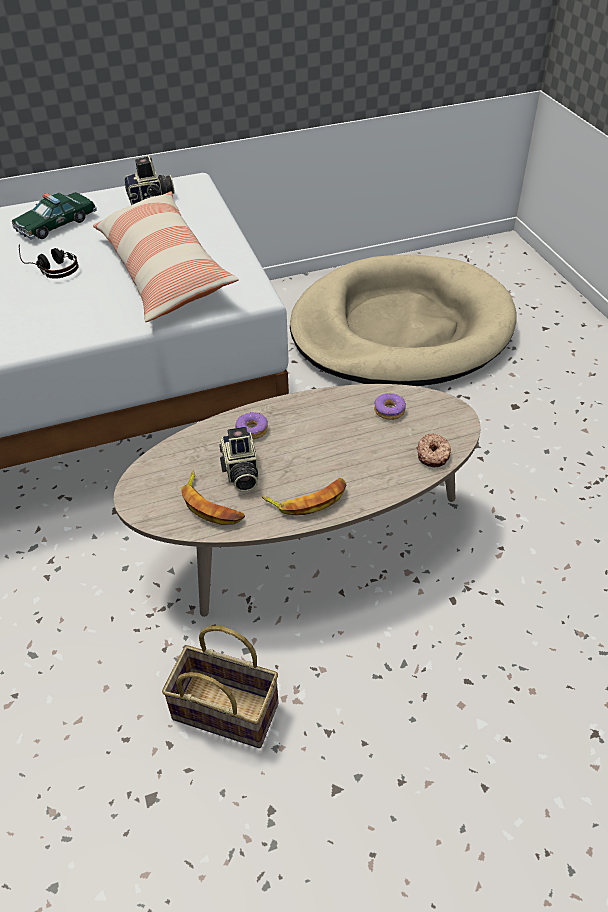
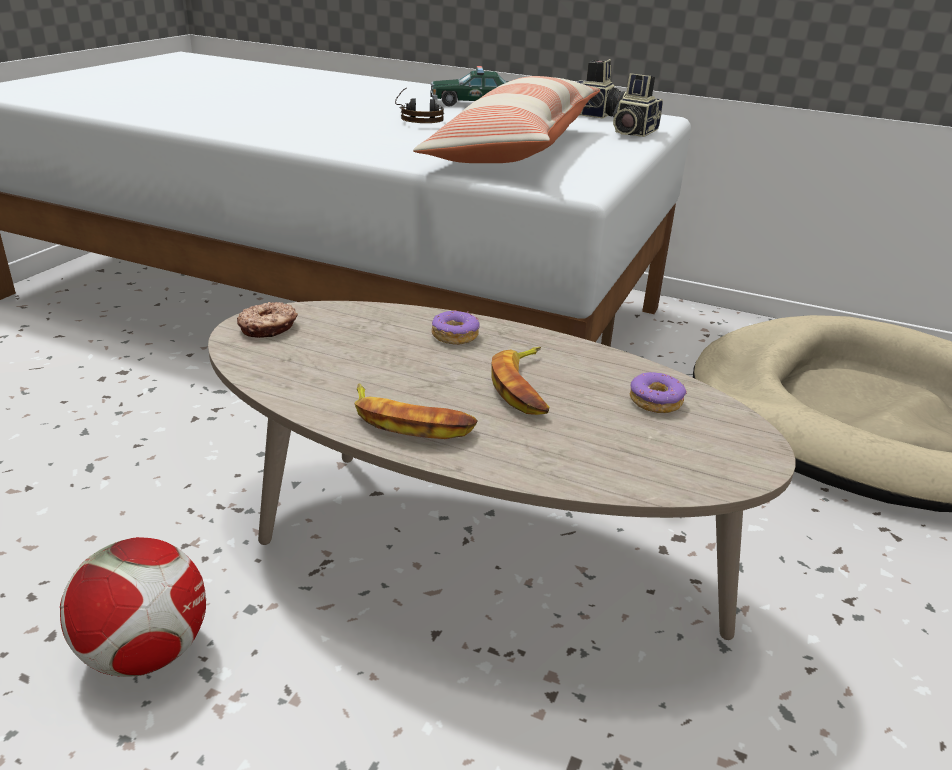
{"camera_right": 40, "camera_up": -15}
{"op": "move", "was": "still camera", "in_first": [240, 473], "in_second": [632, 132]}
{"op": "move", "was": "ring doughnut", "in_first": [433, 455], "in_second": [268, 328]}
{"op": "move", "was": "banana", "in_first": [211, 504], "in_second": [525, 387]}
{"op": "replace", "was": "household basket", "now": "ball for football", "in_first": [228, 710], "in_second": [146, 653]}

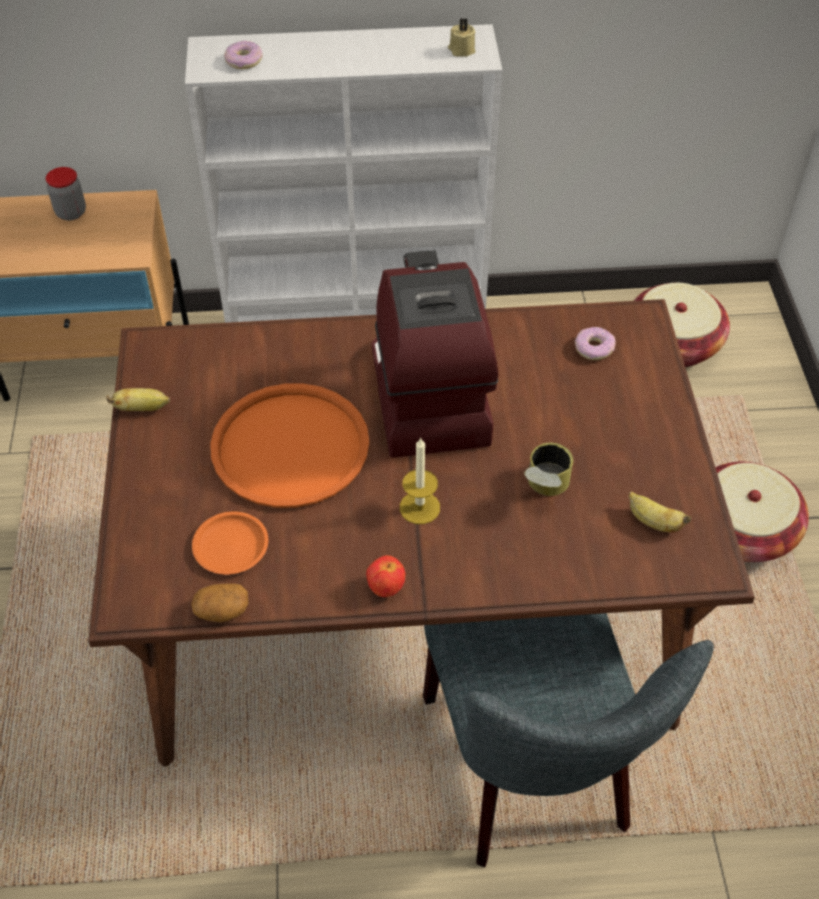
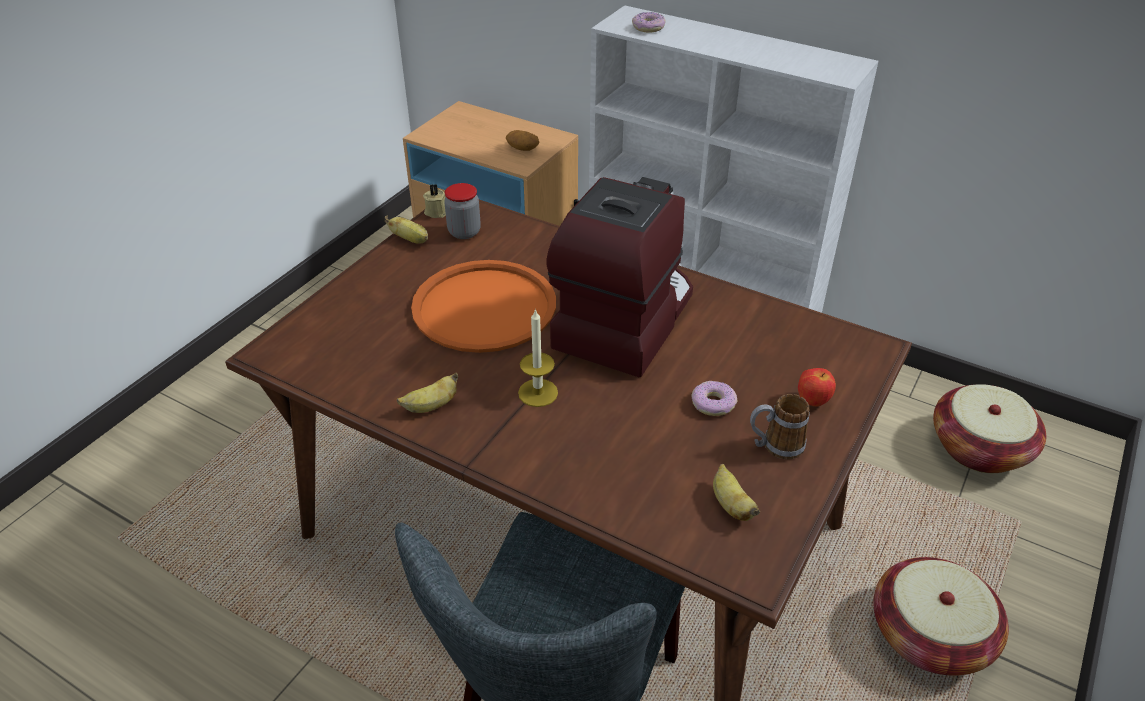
{"camera_right": 35, "camera_up": -10}
{"op": "move", "was": "wax light (sand-coloured)", "in_first": [461, 50], "in_second": [436, 212]}
{"op": "move", "was": "jar", "in_first": [71, 212], "in_second": [464, 232]}
{"op": "move", "was": "ring doughnut", "in_first": [593, 348], "in_second": [713, 403]}
{"op": "delete", "was": "sealed can", "in_first": [544, 489]}
{"op": "delete", "was": "dinner plate (orange)", "in_first": [230, 547]}
{"op": "move", "was": "apple fruit", "in_first": [386, 588], "in_second": [813, 401]}
{"op": "move", "was": "potato", "in_first": [221, 611], "in_second": [522, 148]}
{"op": "insert", "now": "banana", "in_second": [431, 406]}
{"op": "insert", "now": "tea mug", "in_second": [775, 446]}

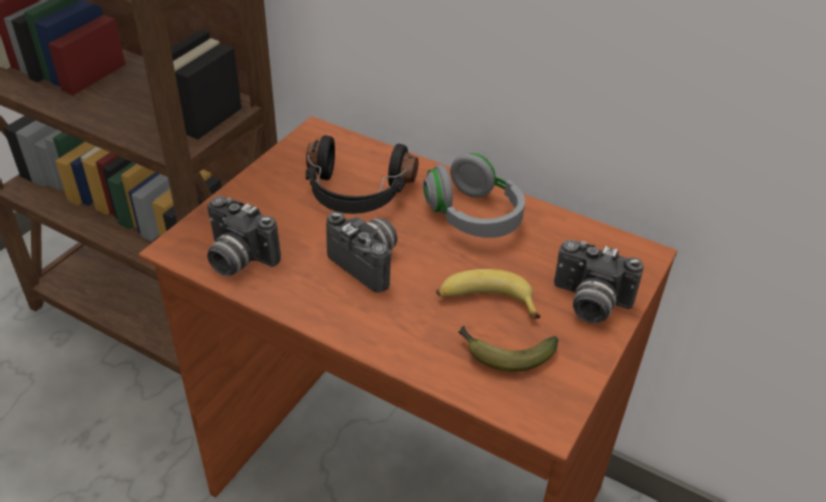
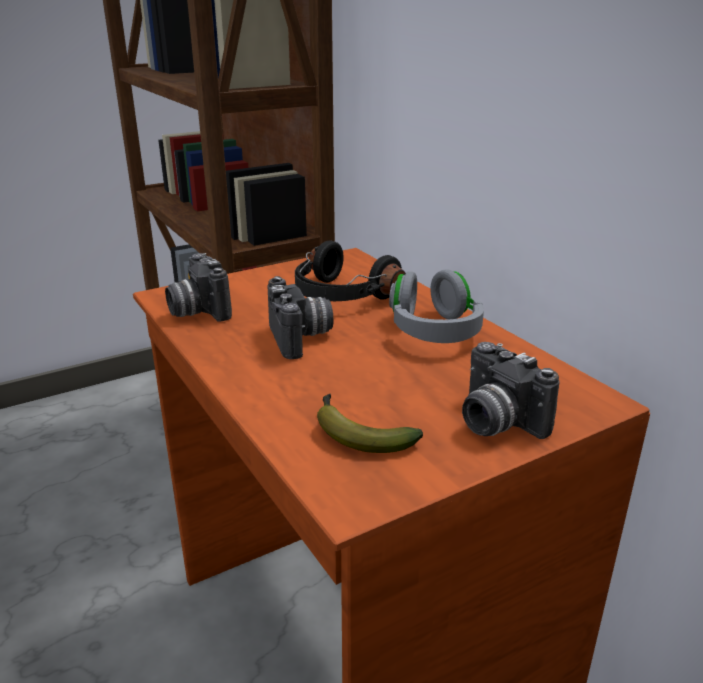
{"camera_right": 30, "camera_up": -15}
{"op": "delete", "was": "banana", "in_first": [485, 301]}

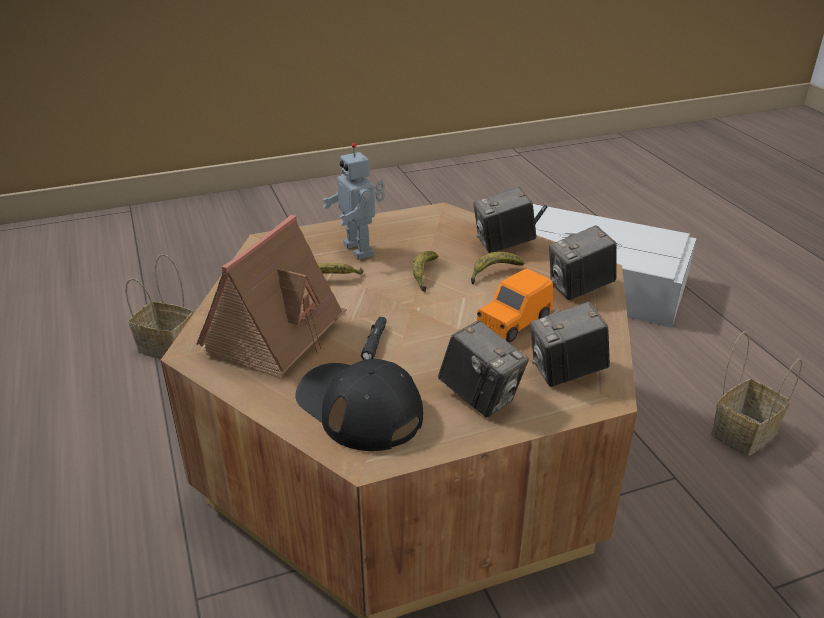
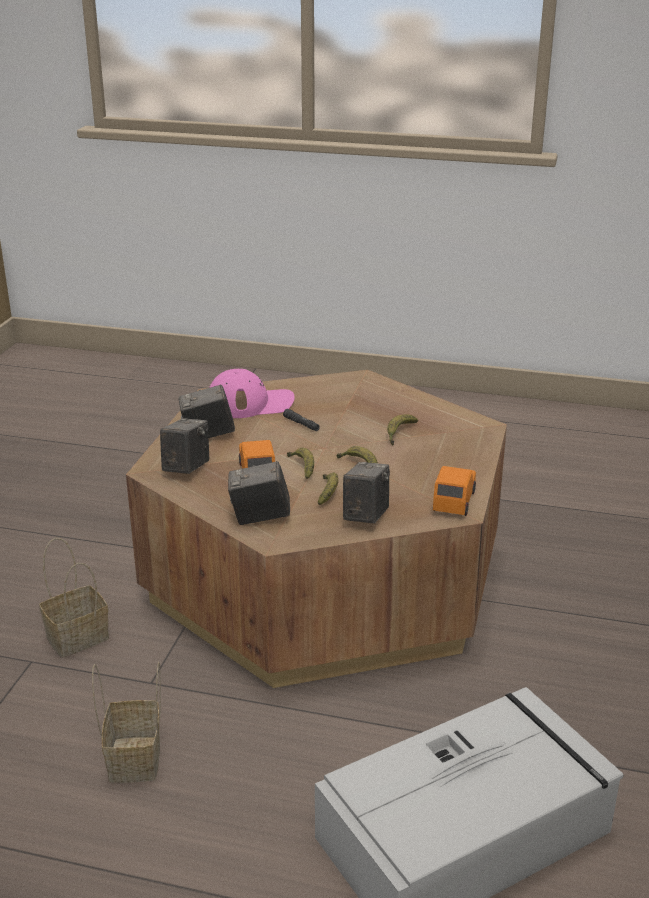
{"camera_right": 125, "camera_up": -5}
{"op": "delete", "was": "toy robot", "in_first": [360, 250]}
{"op": "delete", "was": "model house", "in_first": [277, 334]}
{"op": "rotate", "was": "still camera", "in_first": [579, 289], "in_second": [260, 517], "clockwise": -105}
{"op": "move", "was": "household basket", "in_first": [165, 347], "in_second": [79, 636]}
{"op": "recolor", "was": "cap (black)", "now": "cap (pink-coloured)", "in_first": [359, 407], "in_second": [250, 403]}
{"op": "insert", "now": "banana", "in_second": [303, 467]}
{"op": "insert", "now": "miniature car (orange)", "in_second": [454, 501]}

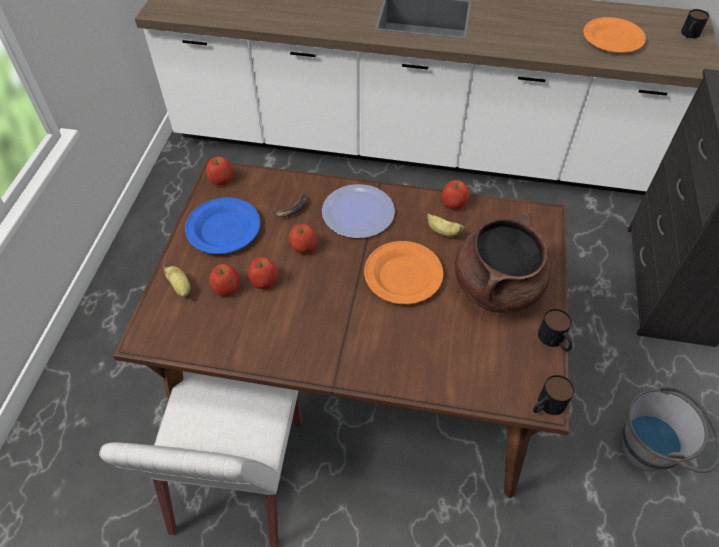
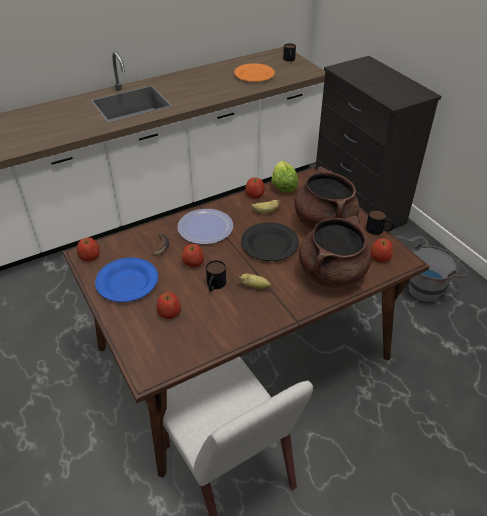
{"camera_right": -40, "camera_up": -10}
{"op": "recolor", "was": "dinner plate (orange)", "now": "dinner plate (black)", "in_first": [402, 275], "in_second": [269, 245]}
{"op": "move", "was": "apple fruit", "in_first": [264, 280], "in_second": [380, 257]}
{"op": "move", "was": "banana", "in_first": [180, 287], "in_second": [254, 286]}
{"op": "move", "was": "tea mug", "in_first": [546, 405], "in_second": [214, 285]}
{"op": "insert", "now": "lettuce head", "in_second": [283, 185]}
{"op": "insert", "now": "cooking pot (brown-coloured)", "in_second": [332, 273]}

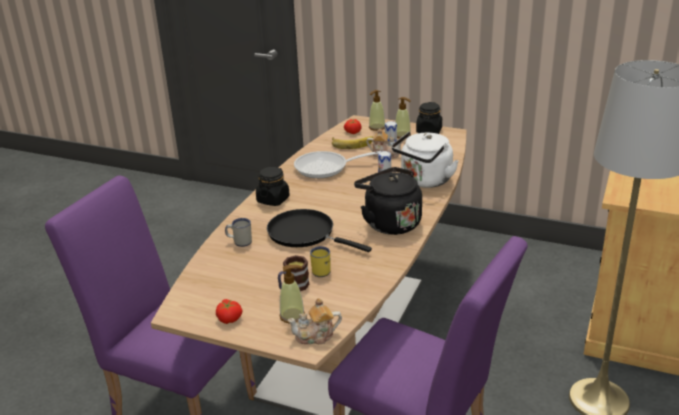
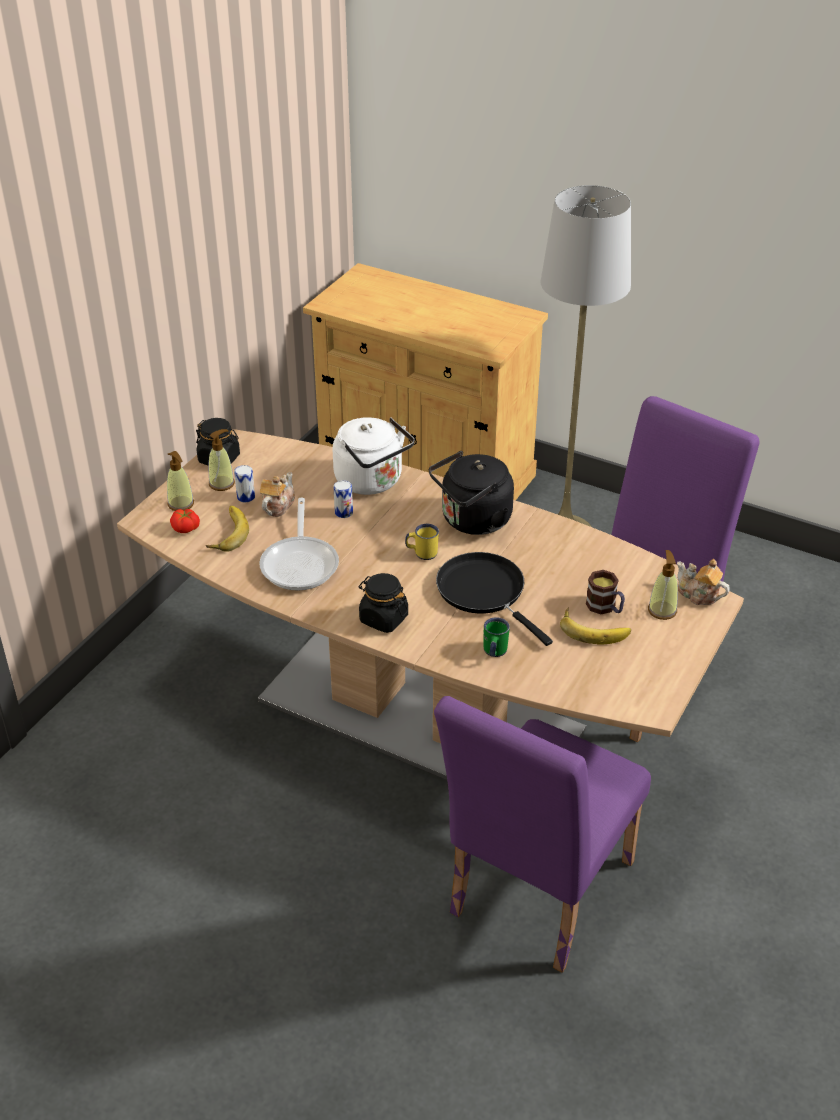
{"camera_right": -85, "camera_up": 10}
{"op": "rotate", "was": "skillet (black)", "in_first": [305, 234], "in_second": [485, 592], "clockwise": 105}
{"op": "recolor", "was": "tea mug (whitish)", "now": "tea mug (greenish)", "in_first": [239, 242], "in_second": [494, 652]}
{"op": "move", "was": "tea mug (yellow)", "in_first": [321, 270], "in_second": [422, 553]}
{"op": "rotate", "was": "tea pot", "in_first": [315, 336], "in_second": [698, 595], "clockwise": 135}
{"op": "delete", "was": "whole tomato", "in_first": [230, 318]}
{"op": "insert", "now": "banana", "in_second": [594, 629]}

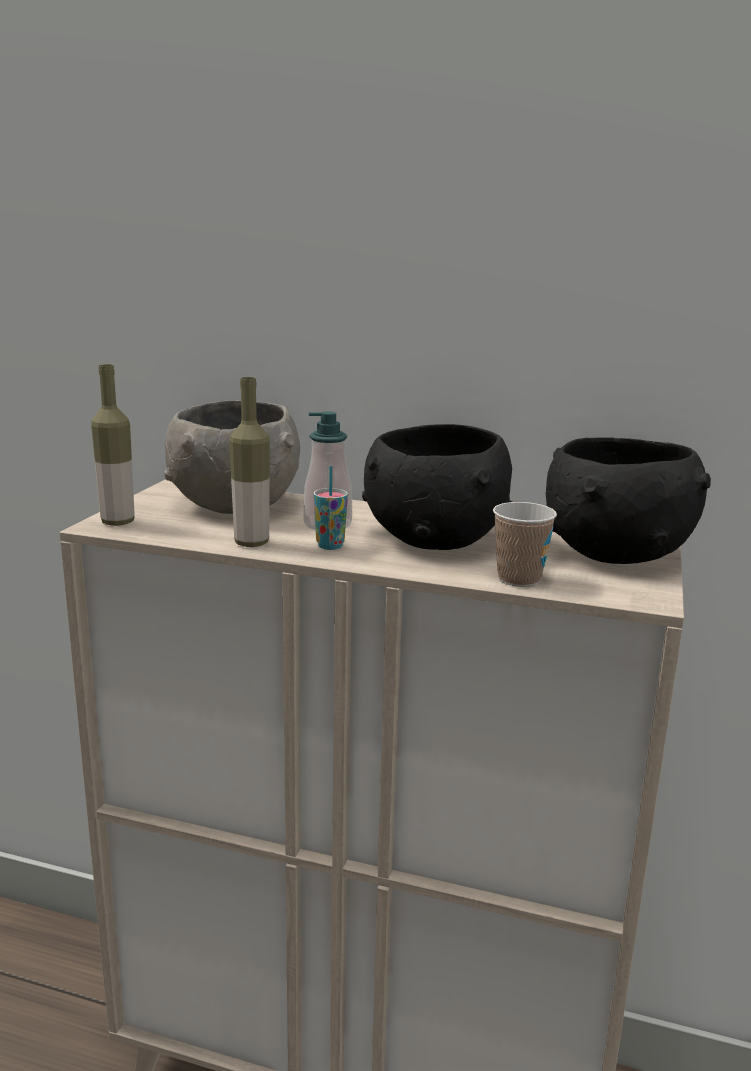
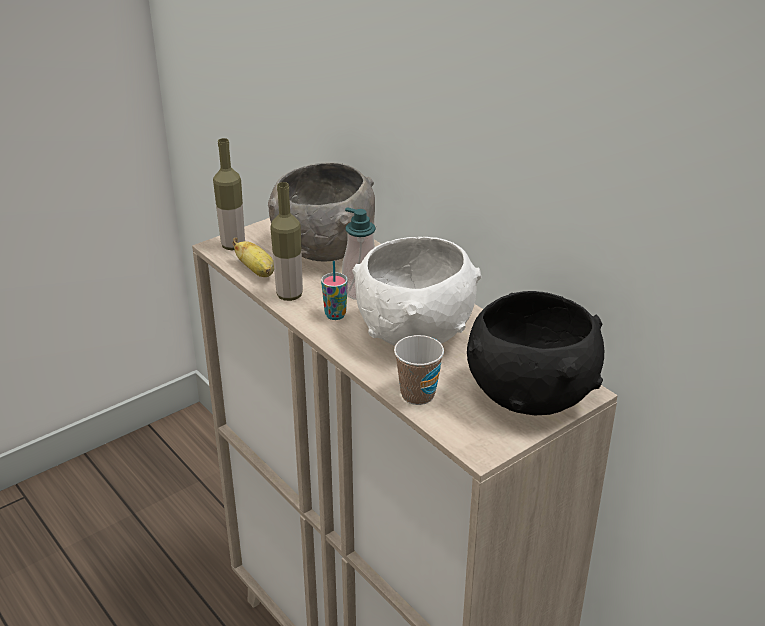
{"camera_right": 35, "camera_up": 15}
{"op": "recolor", "was": "serving bowl (black)", "now": "serving bowl (whitish)", "in_first": [434, 540], "in_second": [414, 332]}
{"op": "insert", "now": "banana", "in_second": [257, 271]}

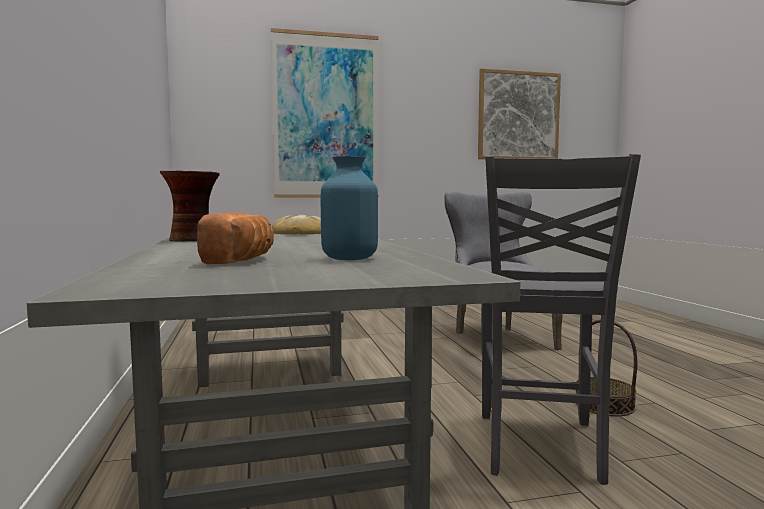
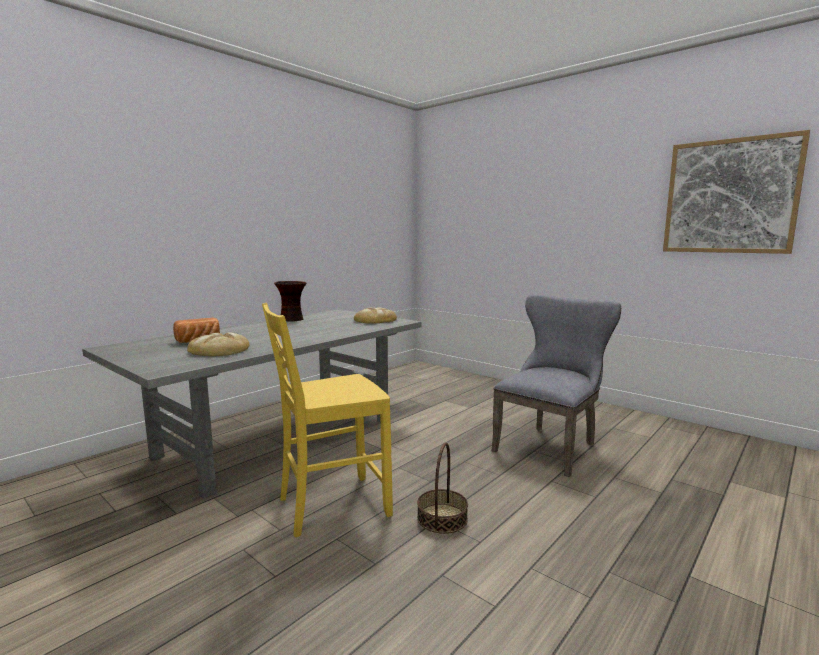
{"camera_right": 55, "camera_up": 5}
{"op": "delete", "was": "wall picture", "in_first": [326, 116]}
{"op": "recolor", "was": "plain chair (gray)", "now": "plain chair (yellow)", "in_first": [539, 447], "in_second": [331, 506]}
{"op": "replace", "was": "flower vase (bluish)", "now": "bakery bread", "in_first": [350, 259], "in_second": [219, 350]}

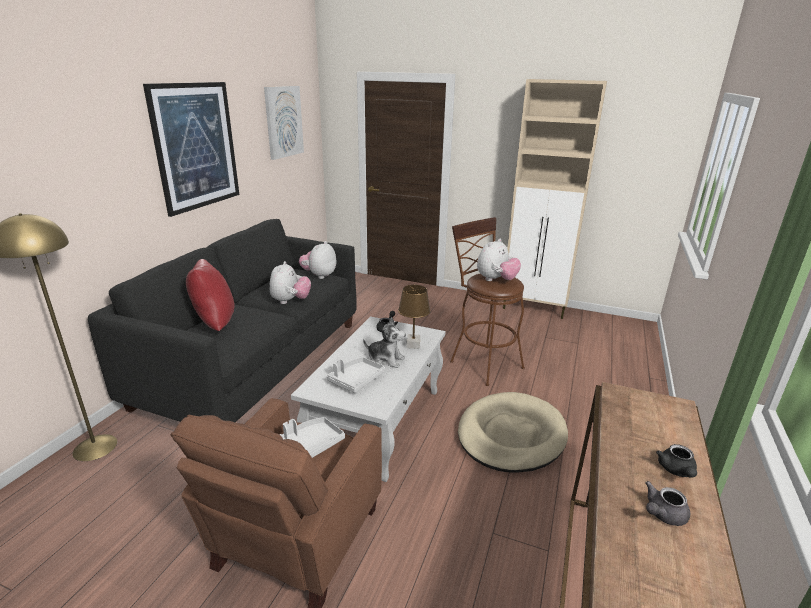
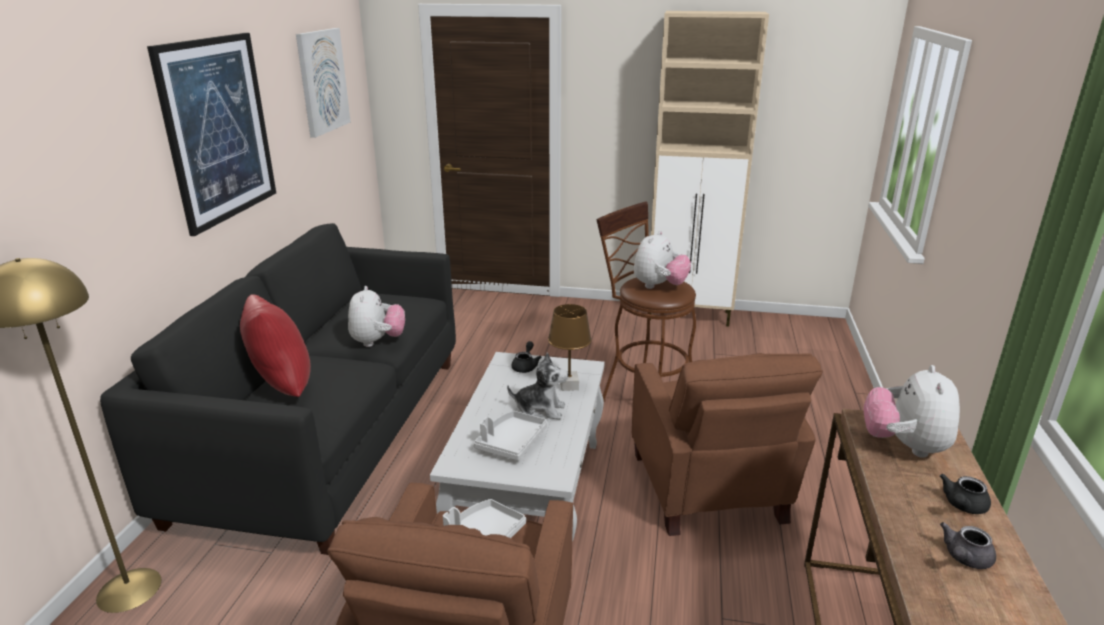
{"camera_right": -10, "camera_up": 0}
{"op": "move", "was": "soft toy", "in_first": [319, 275], "in_second": [904, 446]}
{"op": "replace", "was": "pet bed (sand-coloured)", "now": "armchair (brown-coloured)", "in_first": [511, 435], "in_second": [708, 490]}
{"op": "rotate", "was": "tea pot (black)", "in_first": [676, 471], "in_second": [962, 506], "clockwise": 45}

